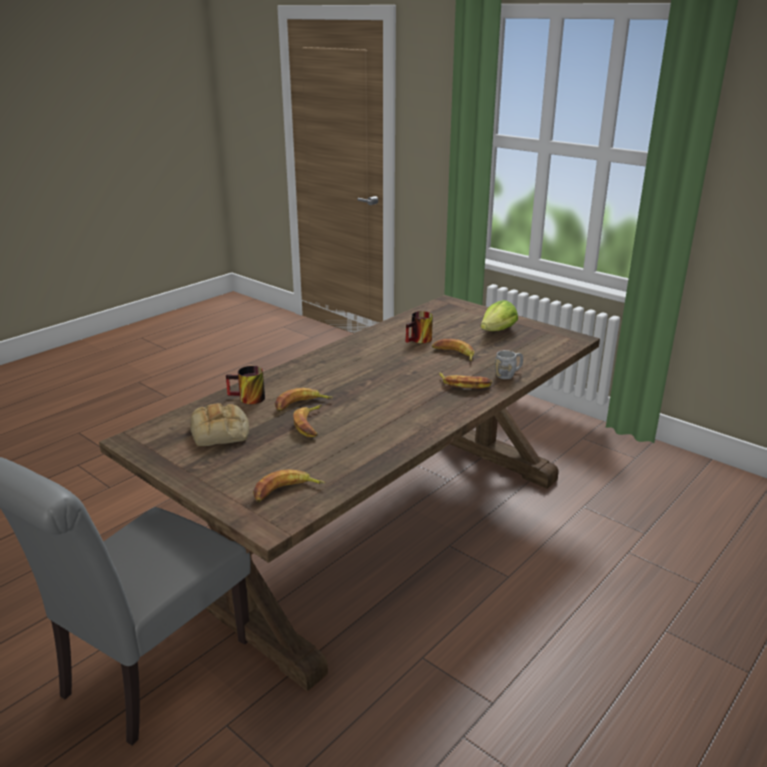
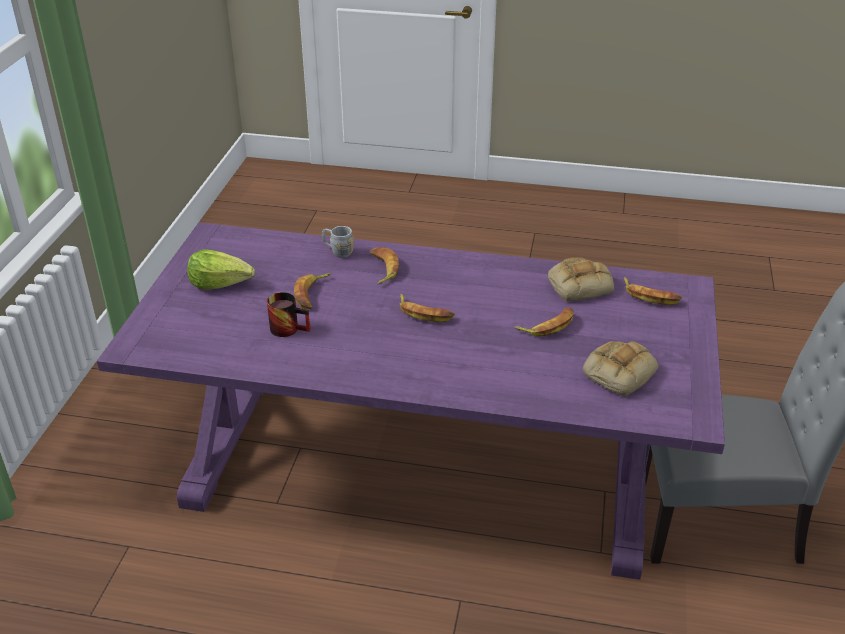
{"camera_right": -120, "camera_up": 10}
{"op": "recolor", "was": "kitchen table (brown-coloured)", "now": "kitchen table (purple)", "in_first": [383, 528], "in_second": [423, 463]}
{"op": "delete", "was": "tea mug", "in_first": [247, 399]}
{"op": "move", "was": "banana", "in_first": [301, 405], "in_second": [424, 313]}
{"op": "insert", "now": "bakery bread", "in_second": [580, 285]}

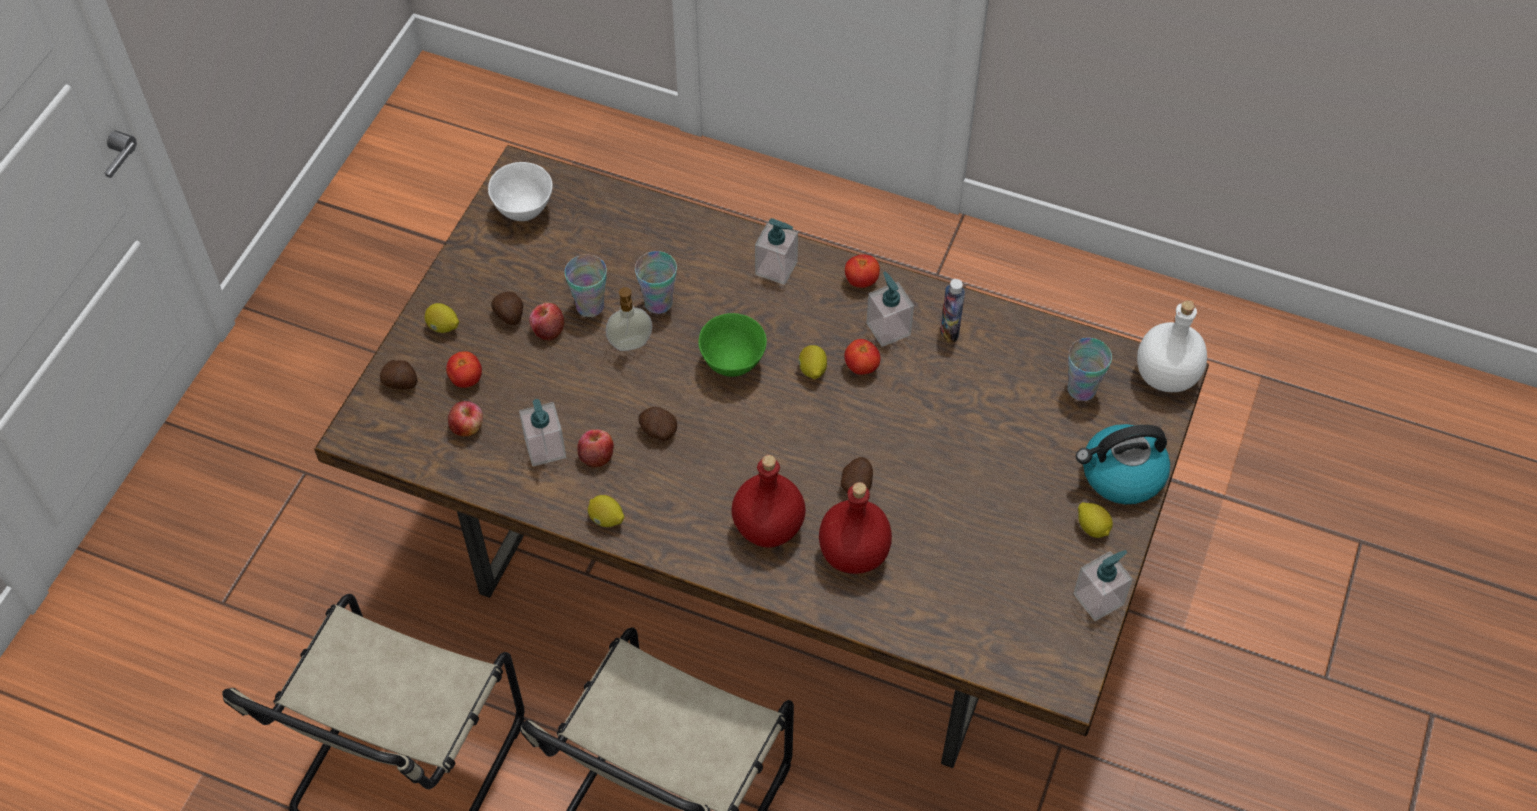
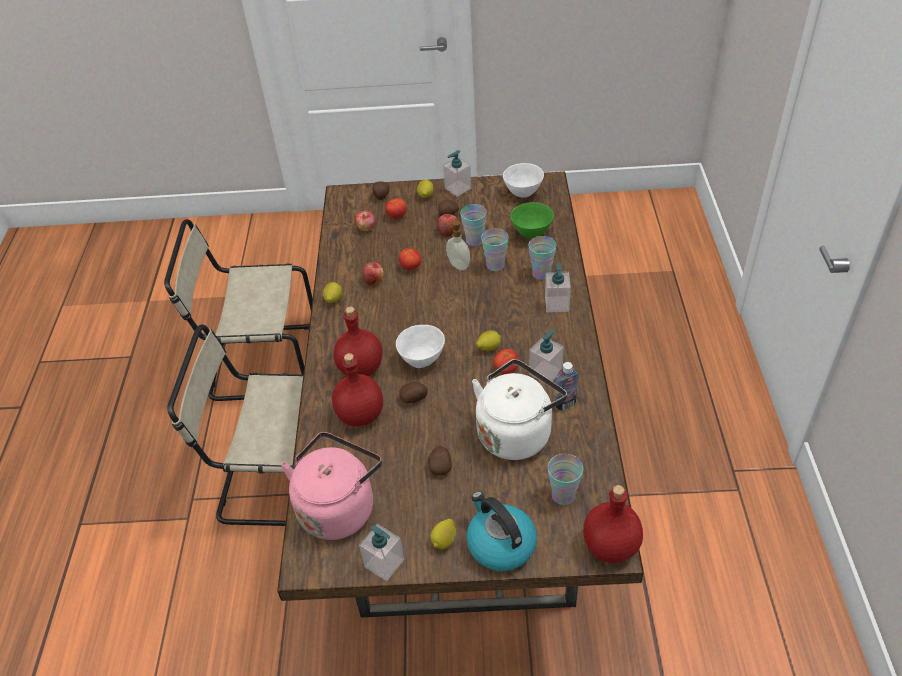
{"camera_right": 70, "camera_up": -10}
{"op": "move", "was": "whole tomato", "in_first": [861, 281], "in_second": [411, 267]}
{"op": "recolor", "was": "beverage bottle (whitish)", "now": "beverage bottle (reddish)", "in_first": [1165, 376], "in_second": [609, 546]}
{"op": "move", "was": "serving bowl (greenish)", "in_first": [733, 364], "in_second": [531, 234]}
{"op": "move", "was": "soap bottle", "in_first": [545, 448], "in_second": [458, 188]}
{"op": "move", "was": "potato", "in_first": [657, 431], "in_second": [440, 466]}
{"op": "insert", "now": "drinking cup", "in_second": [541, 273]}
{"op": "insert", "now": "serving bowl (whitish)", "in_second": [422, 359]}
{"op": "insert", "now": "tea kettle (whitish)", "in_second": [516, 432]}
{"op": "insert", "now": "tea kettle (pink-coloured)", "in_second": [338, 507]}

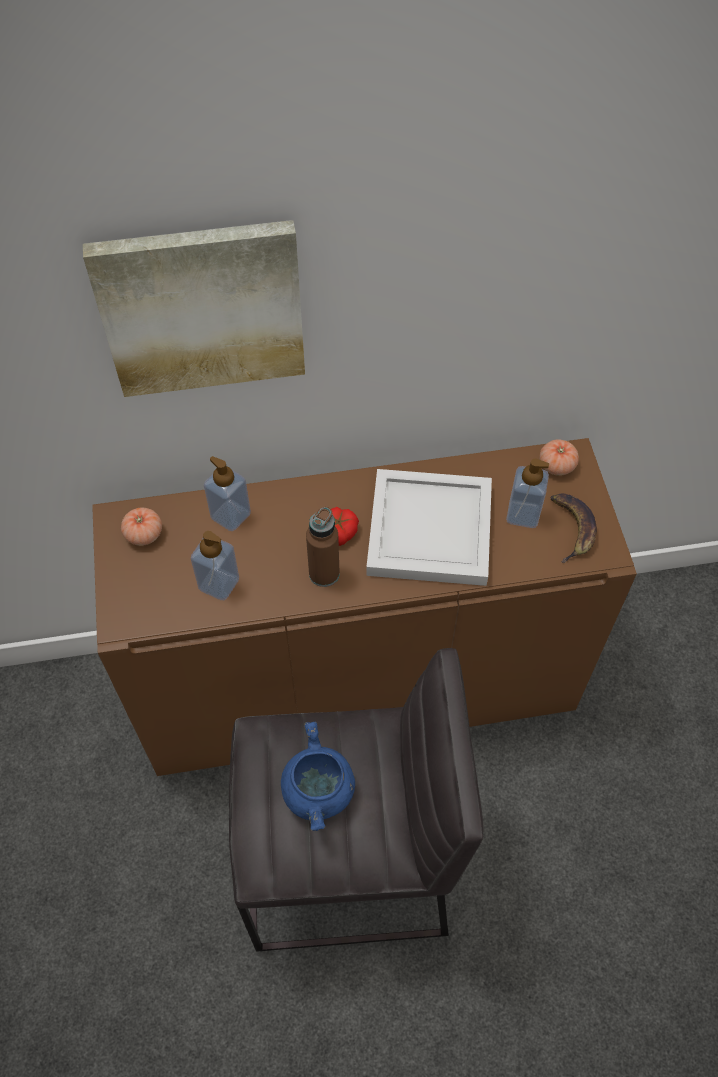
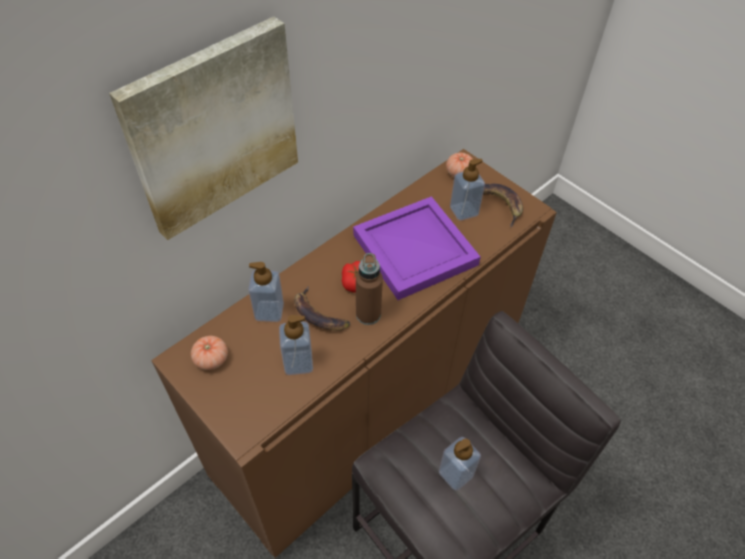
{"camera_right": -35, "camera_up": -5}
{"op": "recolor", "was": "tray (whitish)", "now": "tray (purple)", "in_first": [431, 529], "in_second": [415, 248]}
{"op": "replace", "was": "cooking pot (bluish)", "now": "soap bottle", "in_first": [319, 793], "in_second": [456, 474]}
{"op": "insert", "now": "banana", "in_second": [318, 314]}

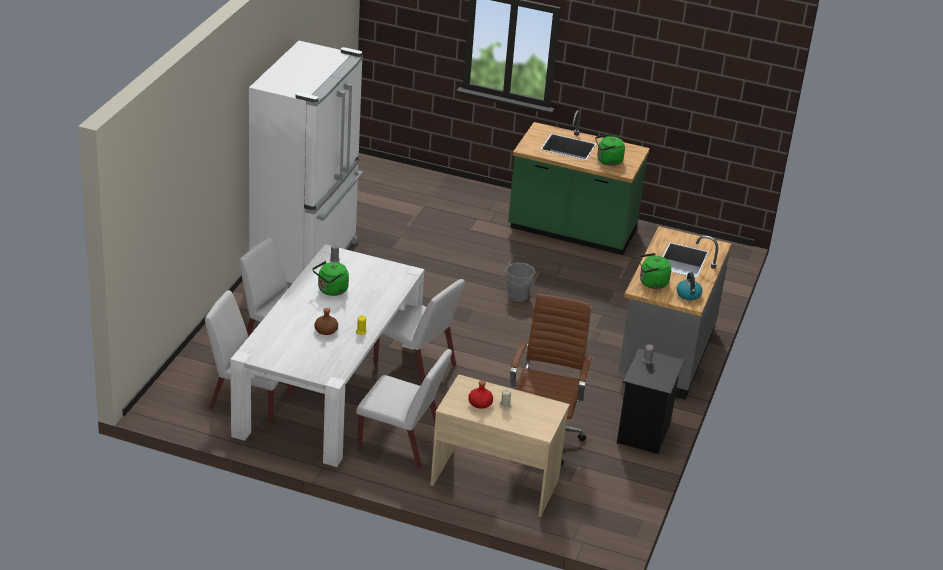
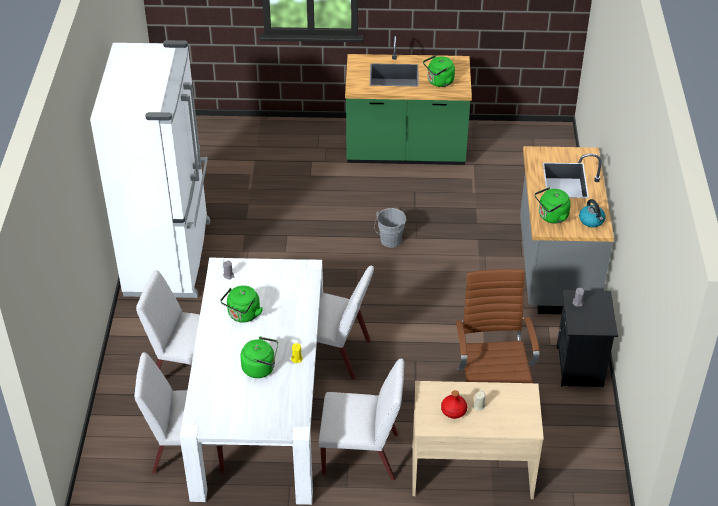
{"camera_right": -15, "camera_up": 10}
{"op": "replace", "was": "beverage bottle (brown-coloured)", "now": "tea kettle (greenish)", "in_first": [326, 330], "in_second": [261, 368]}

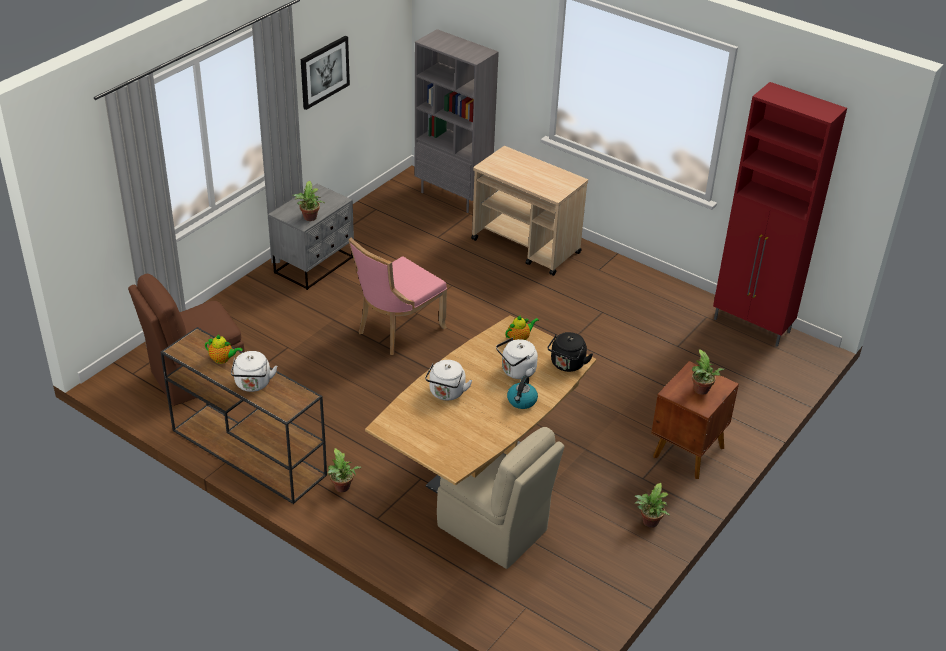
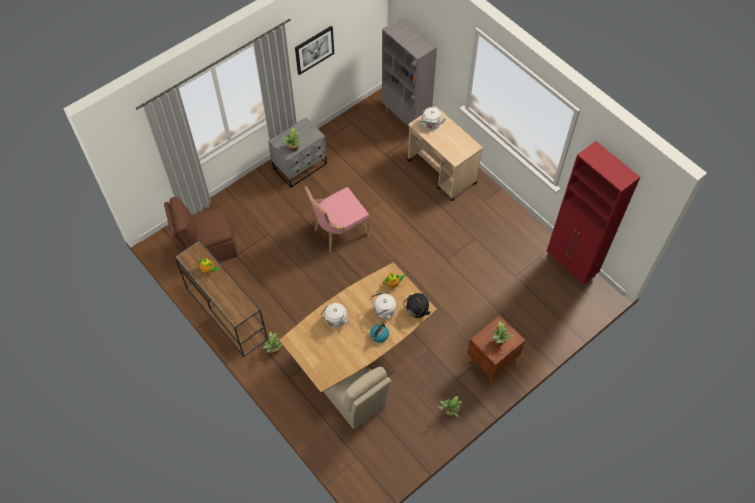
{"camera_right": 15, "camera_up": 20}
{"op": "move", "was": "tea kettle (whitish)", "in_first": [253, 385], "in_second": [431, 125]}

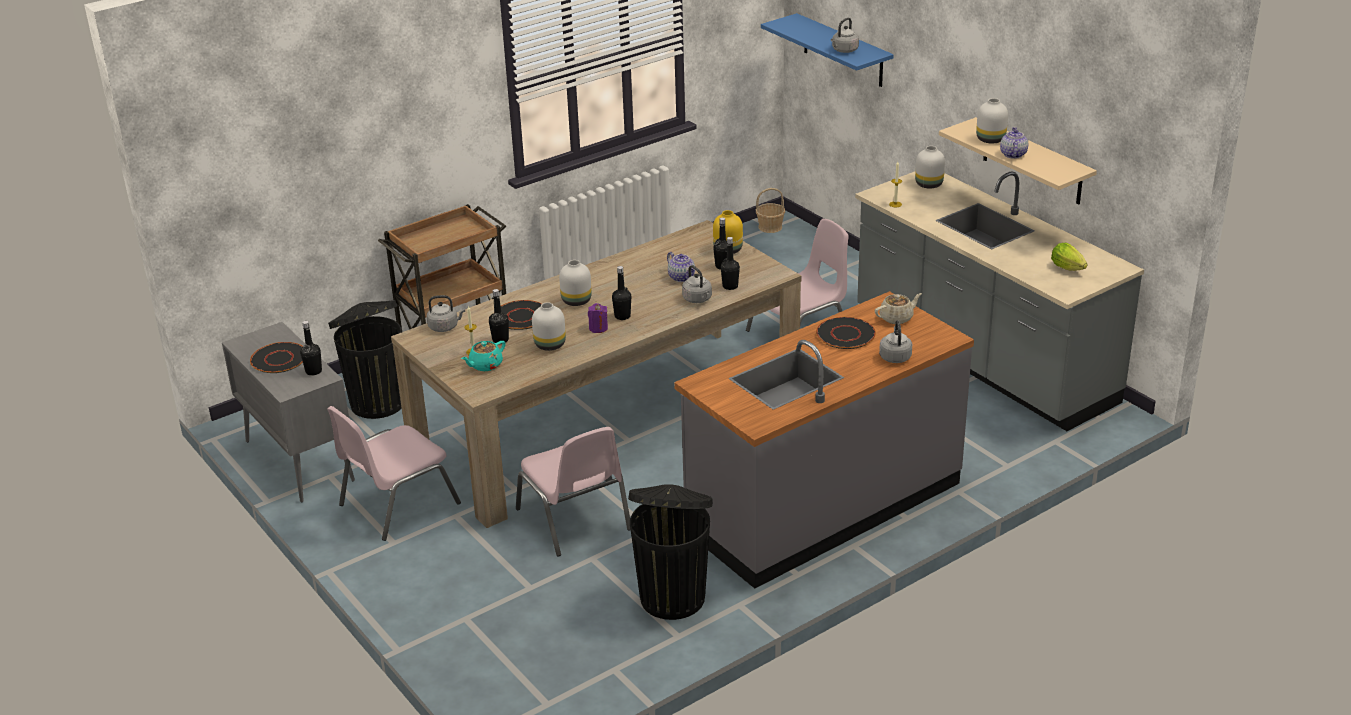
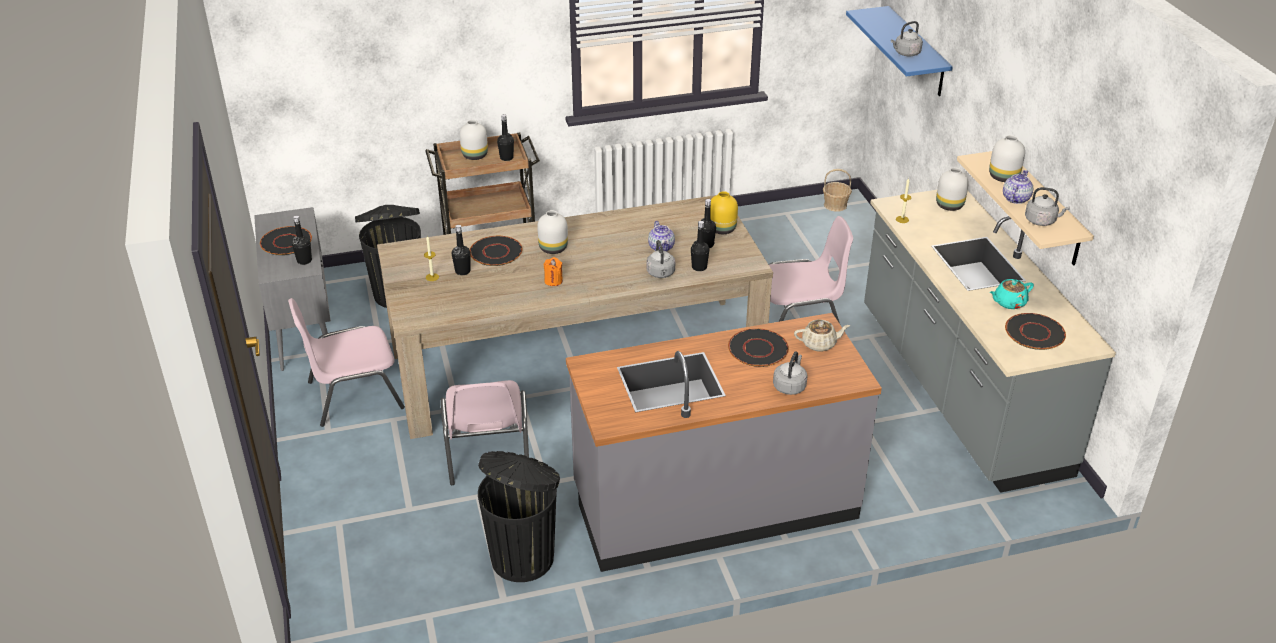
{"camera_right": 20, "camera_up": 5}
{"op": "replace", "was": "lettuce head", "now": "dinner plate (black)", "in_first": [1069, 269], "in_second": [1034, 332]}
{"op": "move", "was": "beverage bottle (black)", "in_first": [622, 316], "in_second": [506, 158]}
{"op": "move", "was": "tea kettle (gray)", "in_first": [445, 327], "in_second": [1042, 221]}
{"op": "move", "was": "flower vase (whitish)", "in_first": [549, 345], "in_second": [474, 155]}
{"op": "recolor", "was": "wax light (purple)", "now": "wax light (orange)", "in_first": [598, 328], "in_second": [553, 281]}
{"op": "move", "was": "tea pot (turquoise)", "in_first": [485, 365], "in_second": [1009, 302]}

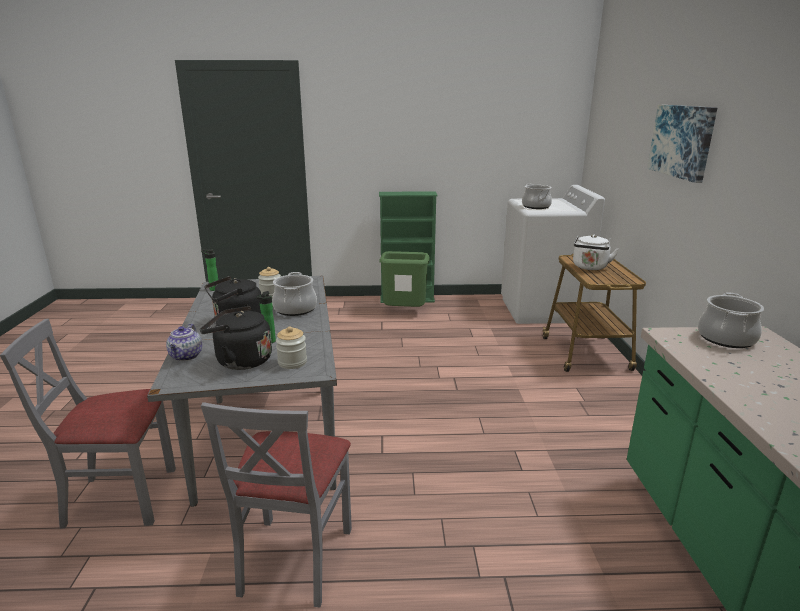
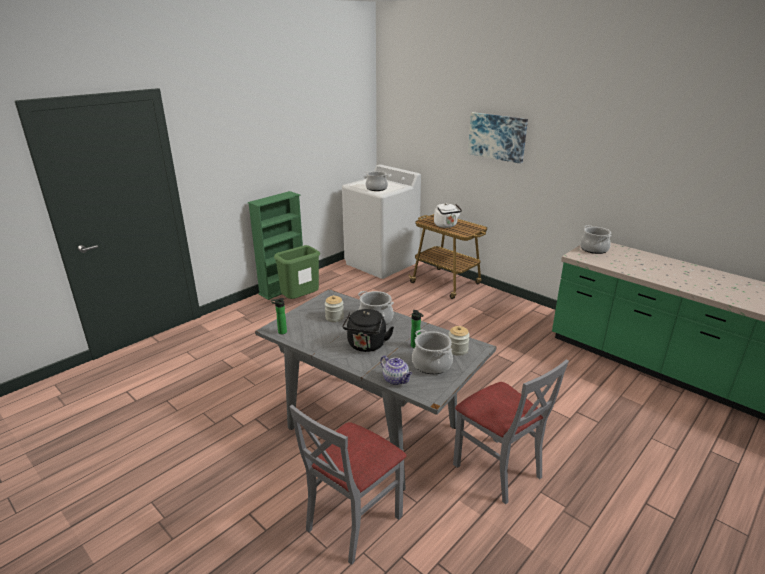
{"camera_right": -45, "camera_up": 5}
{"op": "replace", "was": "tea kettle (black)", "now": "cooking pot", "in_first": [240, 361], "in_second": [431, 364]}

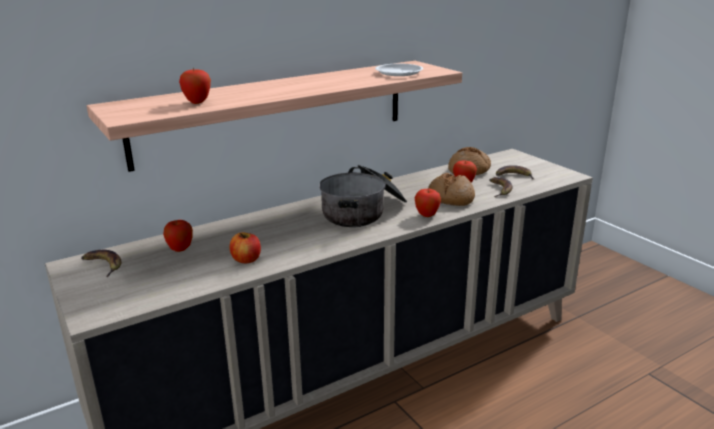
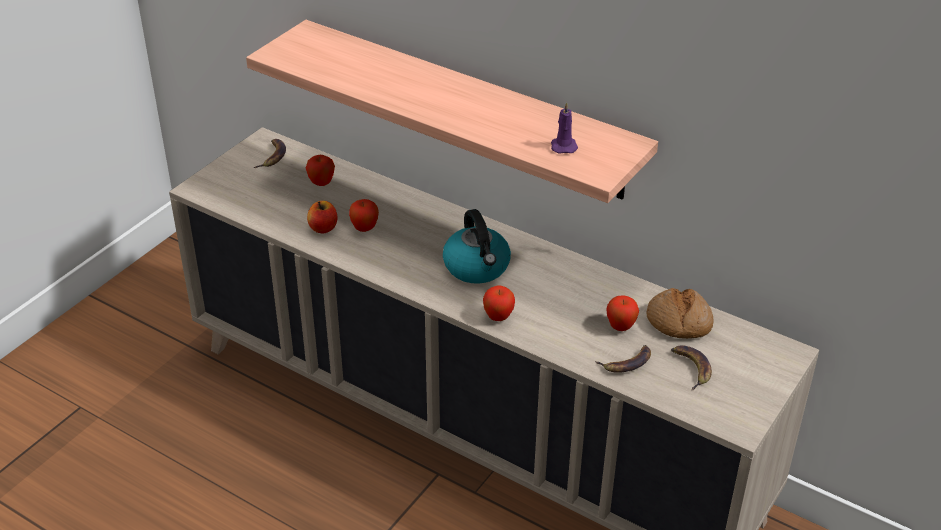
{"camera_right": 65, "camera_up": 15}
{"op": "replace", "was": "dinner plate (whitish)", "now": "wax light (purple)", "in_first": [398, 73], "in_second": [563, 146]}
{"op": "move", "was": "apple fruit", "in_first": [197, 102], "in_second": [364, 229]}
{"op": "replace", "was": "cooking pot", "now": "tea kettle", "in_first": [363, 212], "in_second": [477, 267]}
{"op": "delete", "was": "bakery bread", "in_first": [450, 198]}

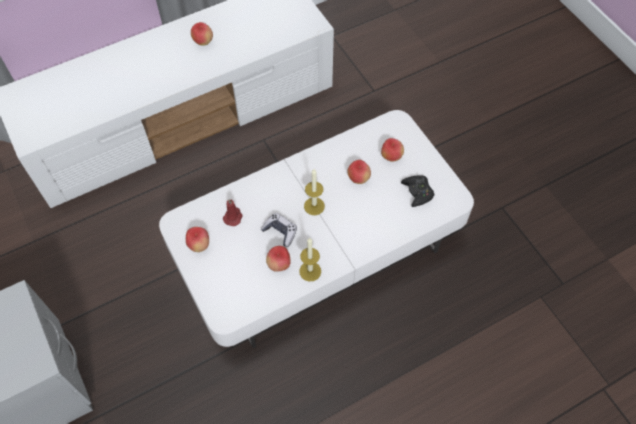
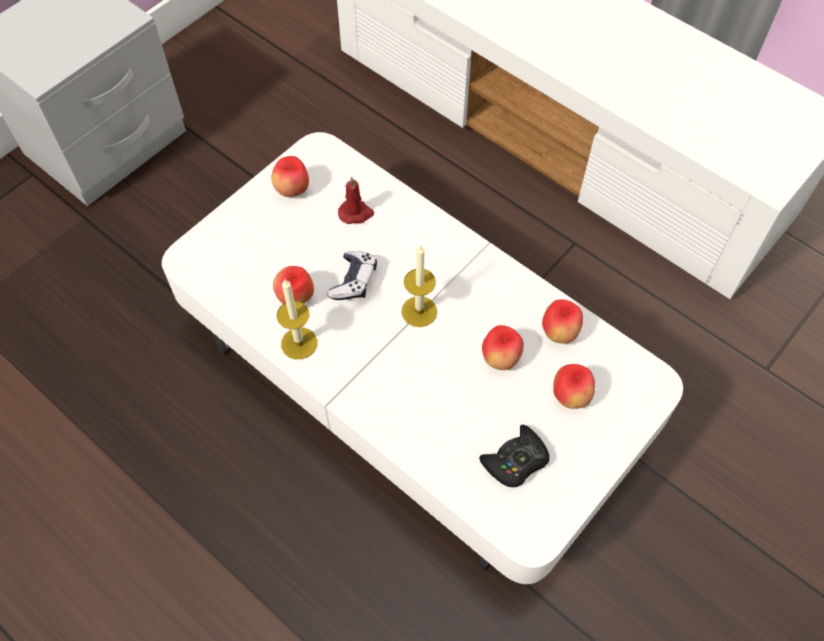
{"camera_right": 70, "camera_up": 0}
{"op": "move", "was": "apple fruit", "in_first": [203, 42], "in_second": [559, 333]}

